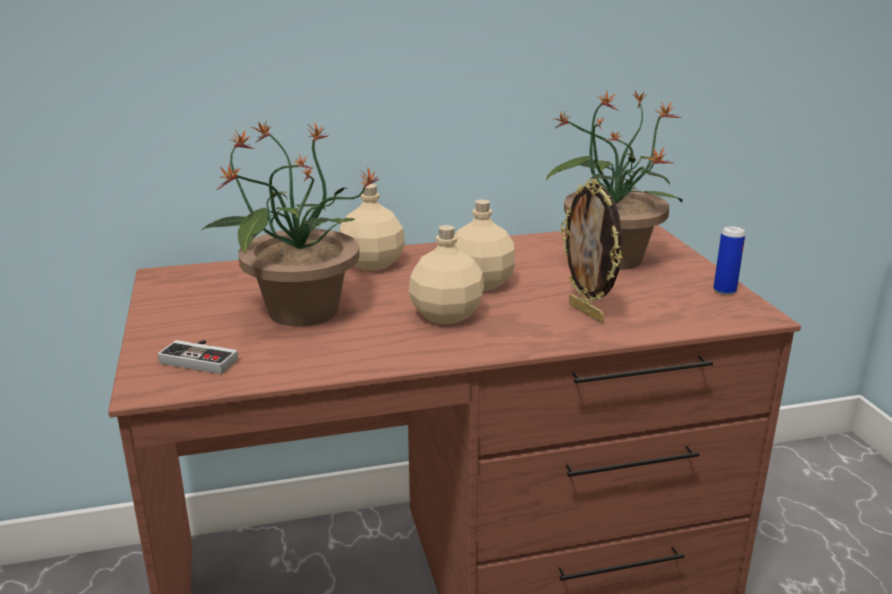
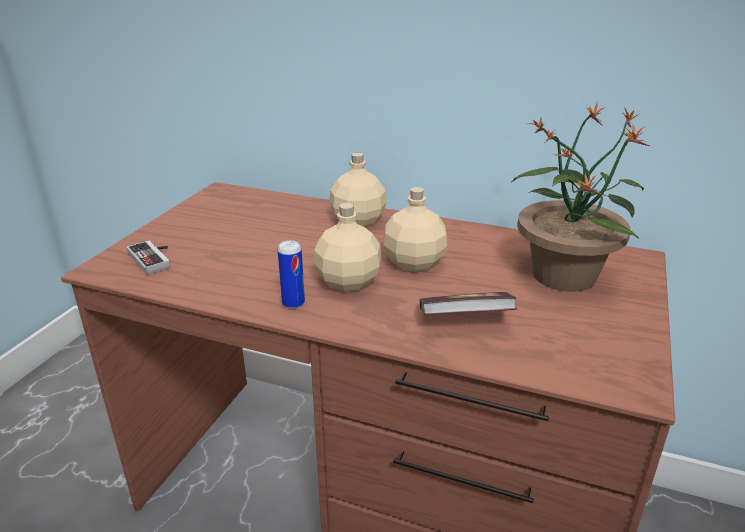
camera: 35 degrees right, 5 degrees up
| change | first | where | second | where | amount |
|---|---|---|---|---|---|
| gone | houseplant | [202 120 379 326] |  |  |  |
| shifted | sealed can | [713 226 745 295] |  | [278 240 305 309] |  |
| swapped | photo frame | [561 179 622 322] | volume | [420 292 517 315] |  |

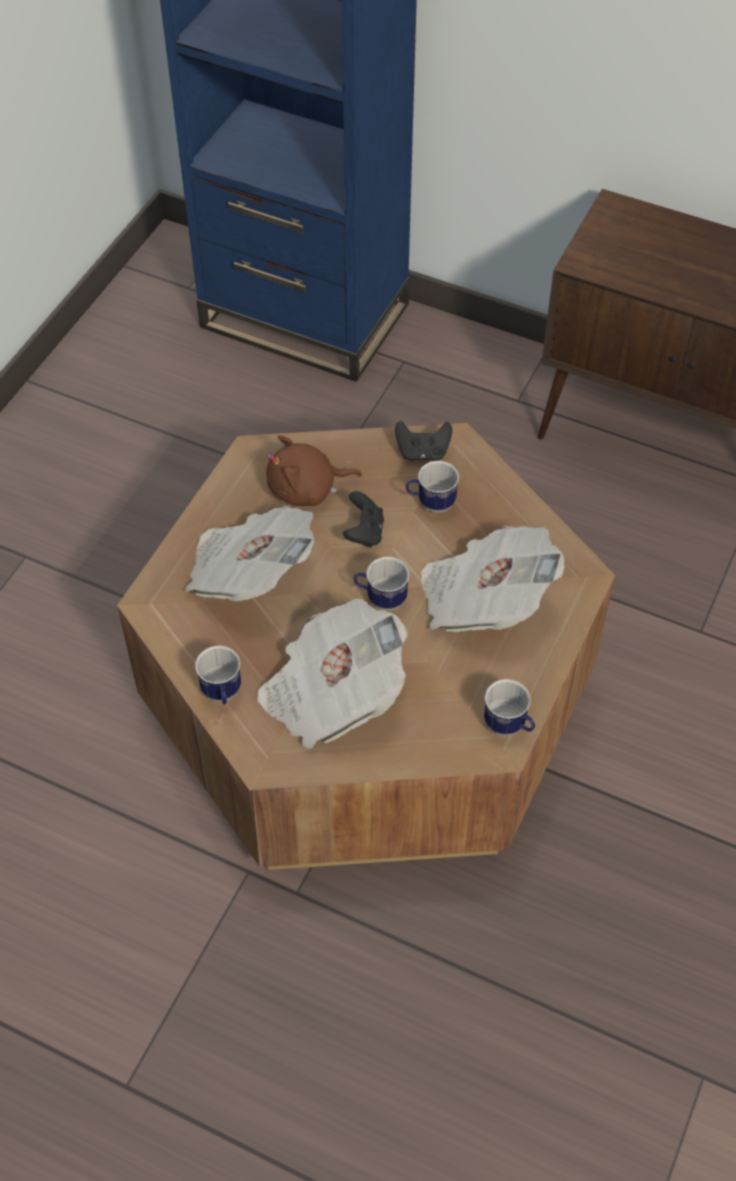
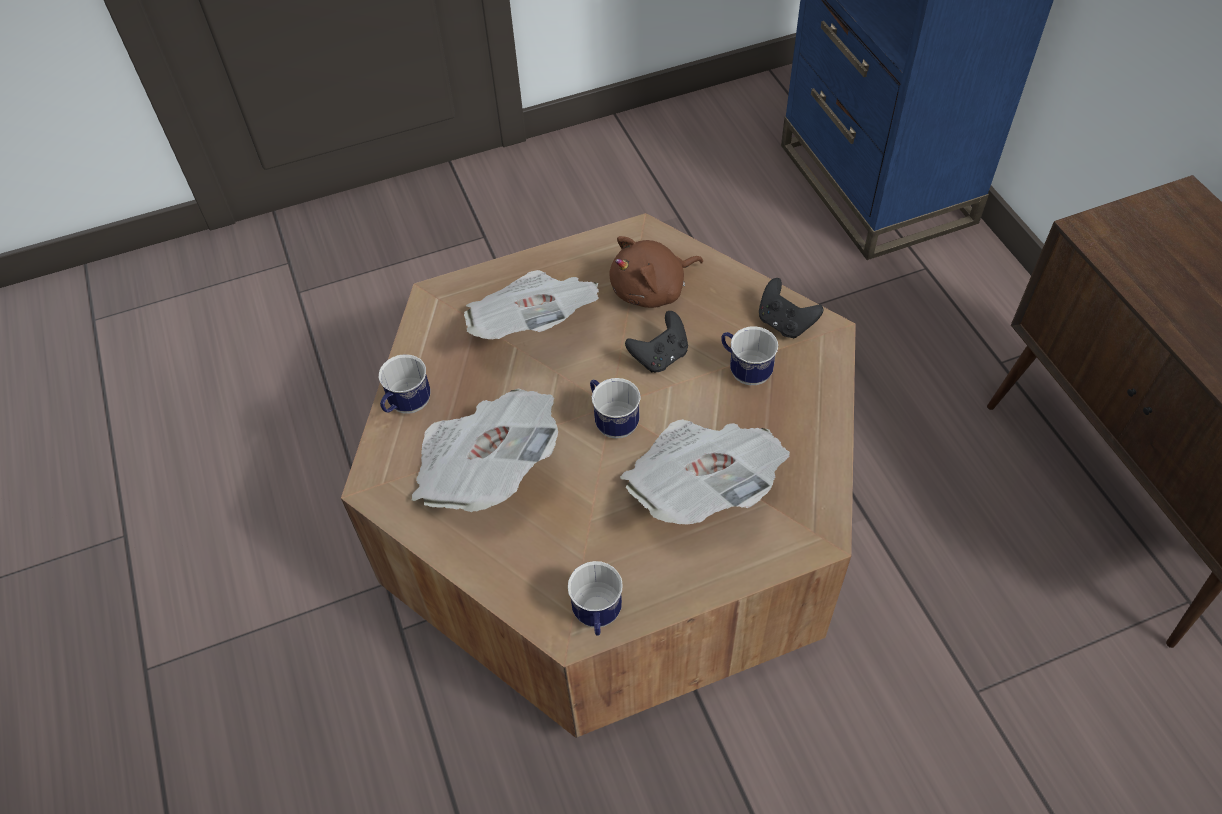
camera: 45 degrees right, 0 degrees up
| change | first | where | second | where | amount |
|---|---|---|---|---|---|
| rotated | cuddly toy/brown-coloured | [266 435 362 506] |  | [610 236 703 308] | 60 degrees counterclockwise |

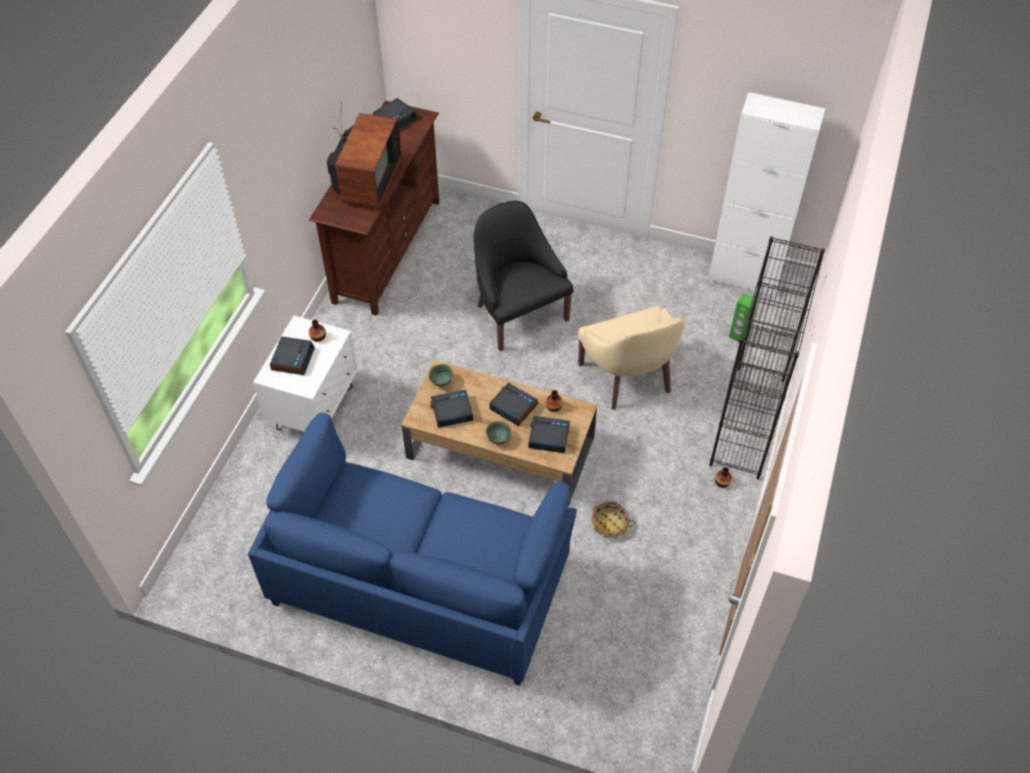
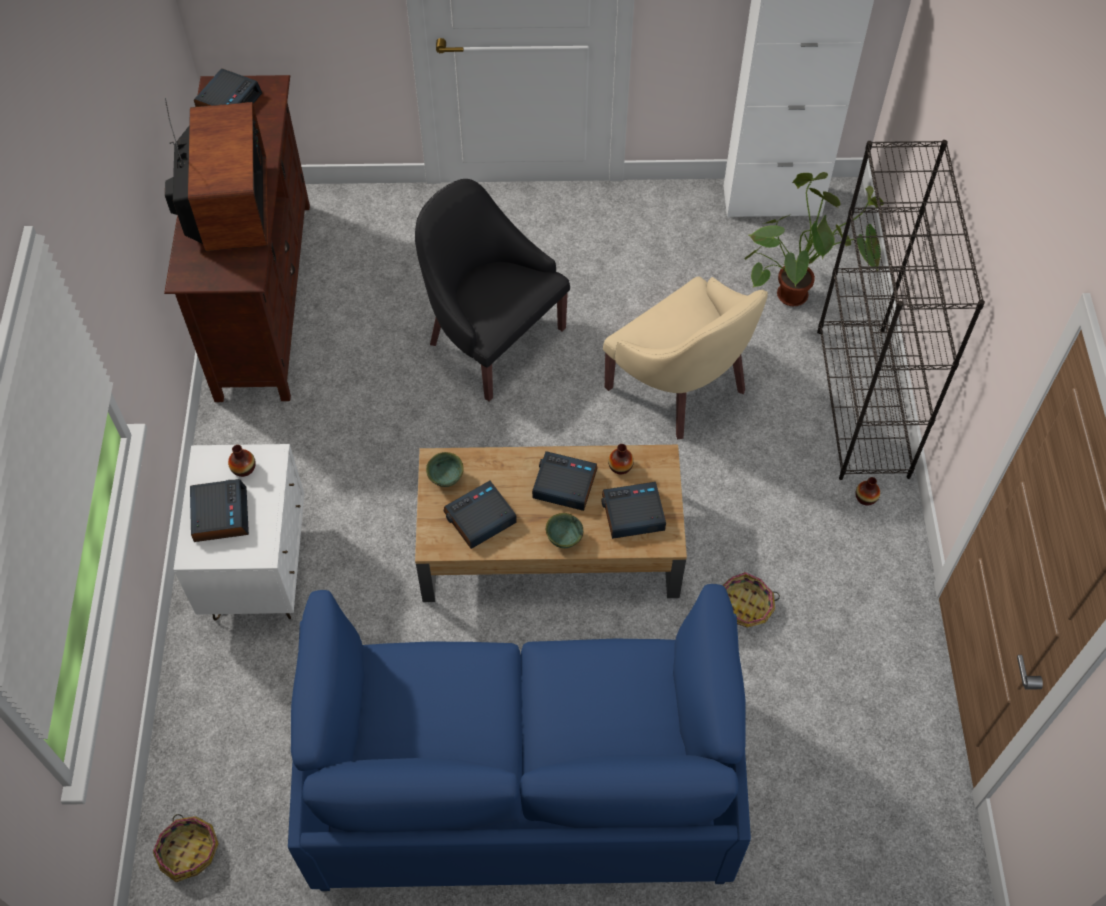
camera: 20 degrees left, 5 degrees up
| change | first | where | second | where | amount |
|---|---|---|---|---|---|
| new |  |  | storage basket | [153 814 219 882] |  |
| swapped | audio speaker/green-coloured | [729 293 755 342] | houseplant | [744 172 884 306] |  |

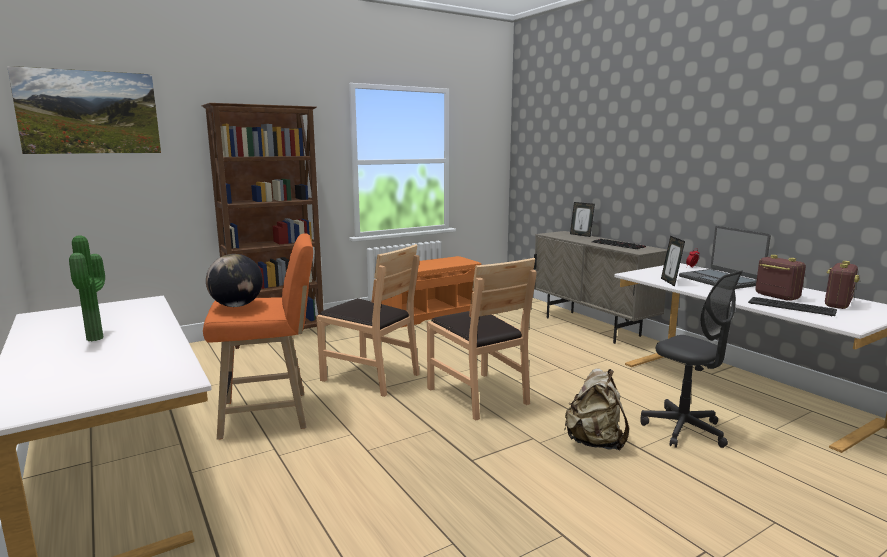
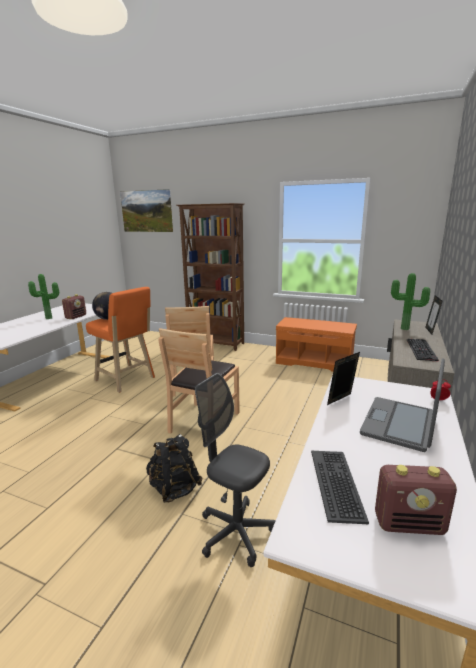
camera: 55 degrees right, 5 degrees up
| change | first | where | second | where | amount |
|---|---|---|---|---|---|
| new |  |  | houseplant | [391 273 430 330] |  |
| shifted | radio set | [755 255 806 301] |  | [62 294 86 319] |  |
| repainted | knapsack/beige-coloured | [564 368 629 451] | knapsack/blackish | [146 434 203 503] |  |
| rotated | office chair/grey | [640 270 743 448] |  | [195 373 276 567] | 105 degrees clockwise |

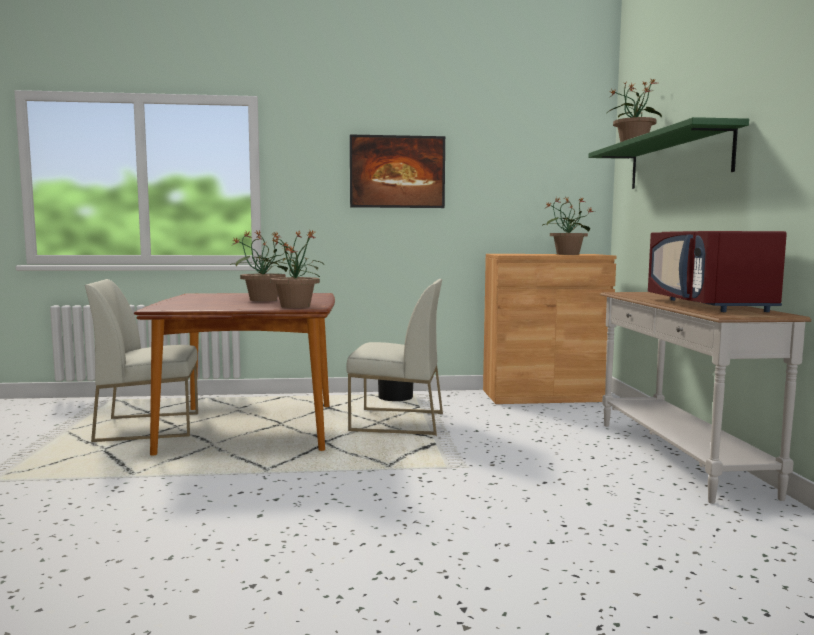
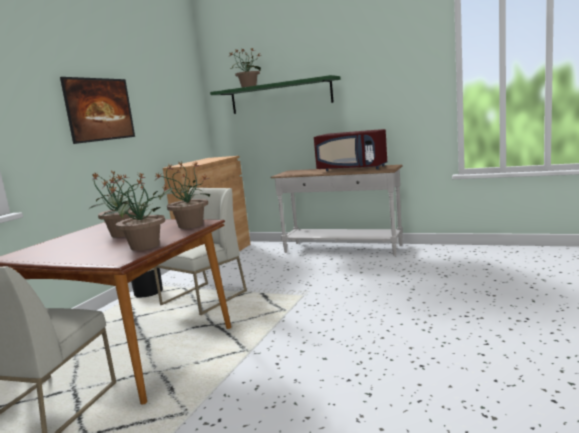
camera: 60 degrees left, 5 degrees up
| change | first | where | second | where | amount |
|---|---|---|---|---|---|
| shifted | houseplant | [543 196 595 255] |  | [102 172 168 251] |  |

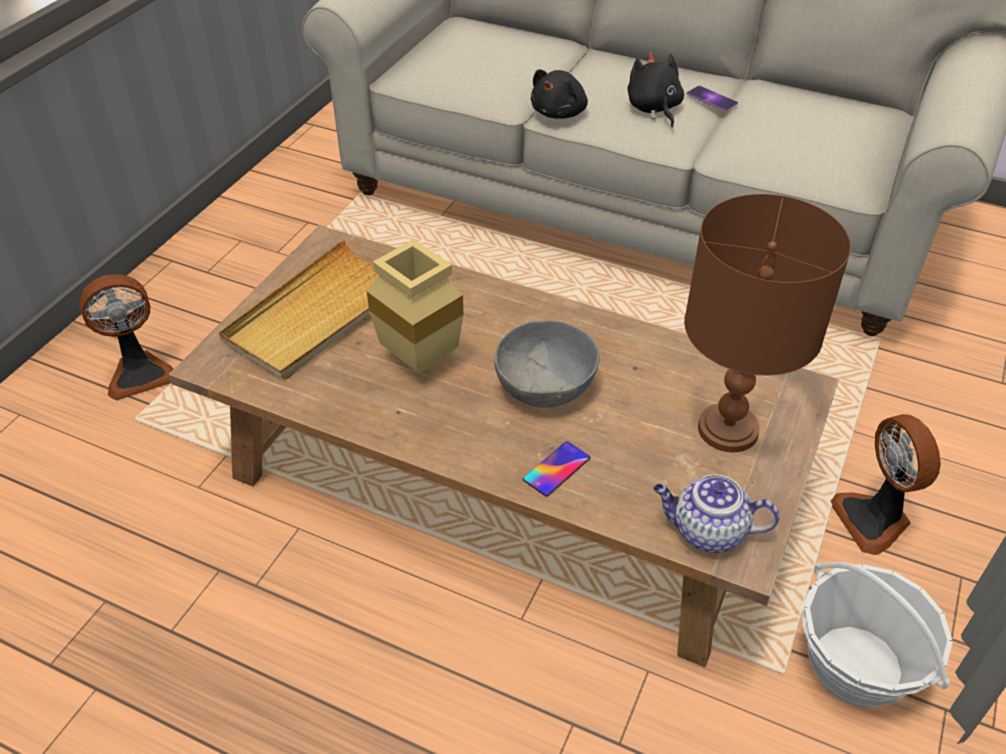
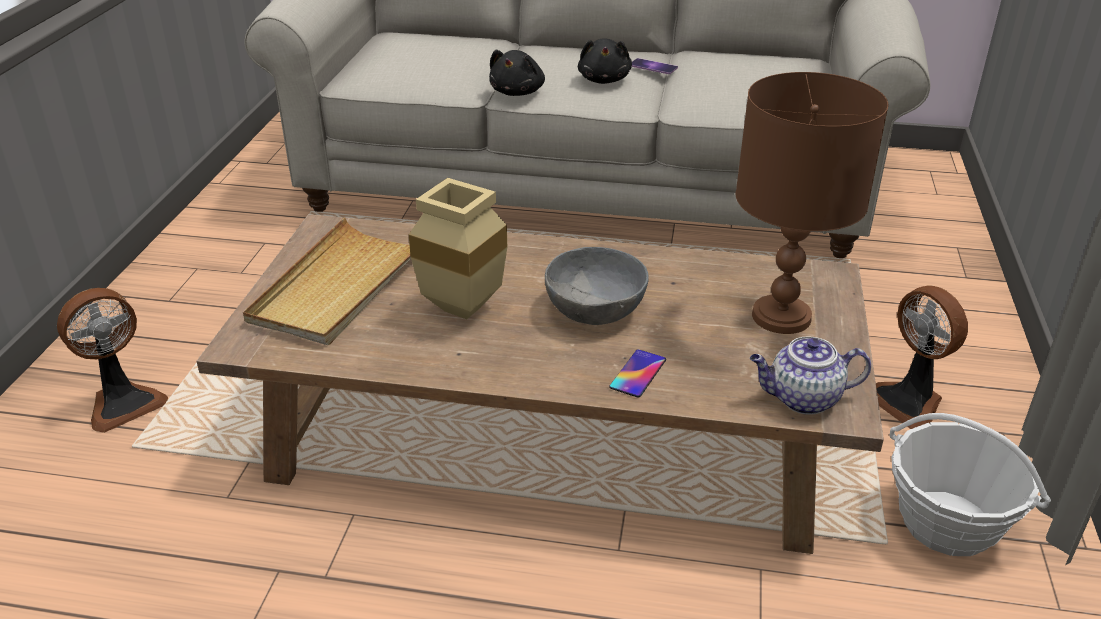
camera: 15 degrees left, 10 degrees down
| change | first | where | second | where | amount |
|---|---|---|---|---|---|
| rotated | cuddly toy/blackish | [628 53 684 127] |  | [578 38 632 84] | 150 degrees counterclockwise |

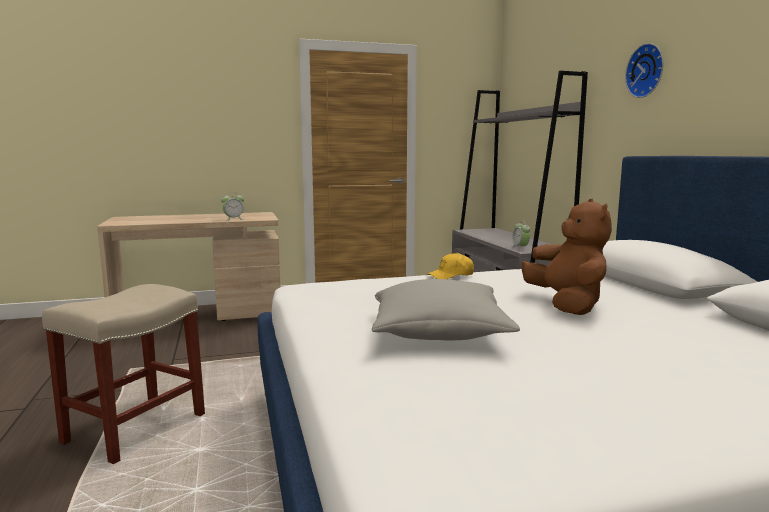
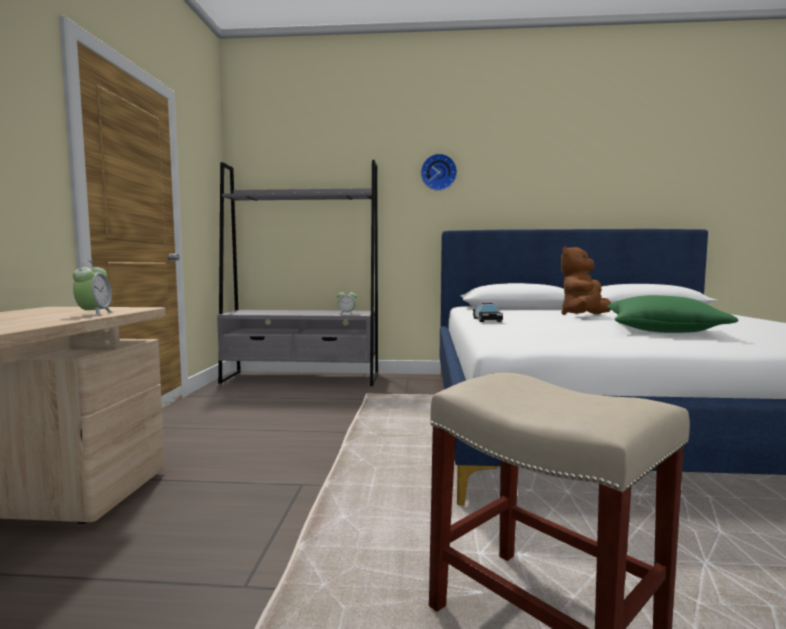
camera: 70 degrees left, 5 degrees down
| change | first | where | second | where | amount |
|---|---|---|---|---|---|
| swapped | baseball cap/yellow | [427 253 474 279] | toy car | [473 303 503 322] |  |
| repainted | pillow/grey | [372 279 520 340] | pillow/green-coloured | [607 295 739 333] |  |
| rotated | cuddly toy/brown-coloured | [521 198 612 315] |  | [561 246 611 315] | 60 degrees counterclockwise |

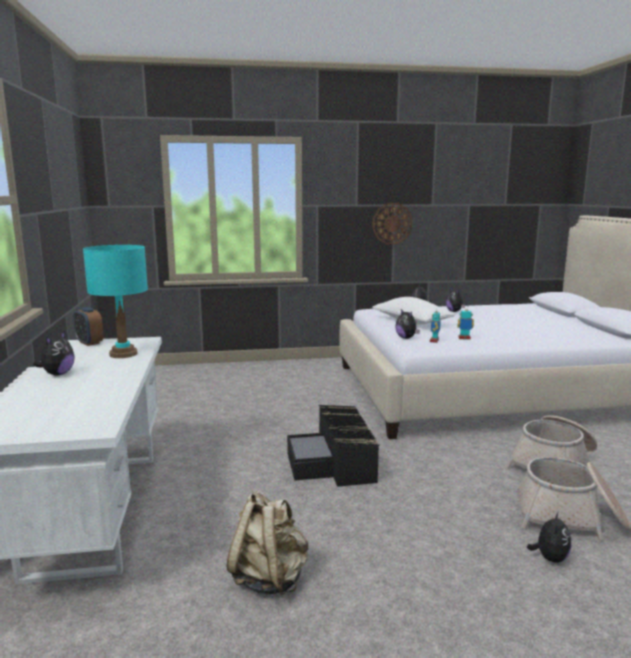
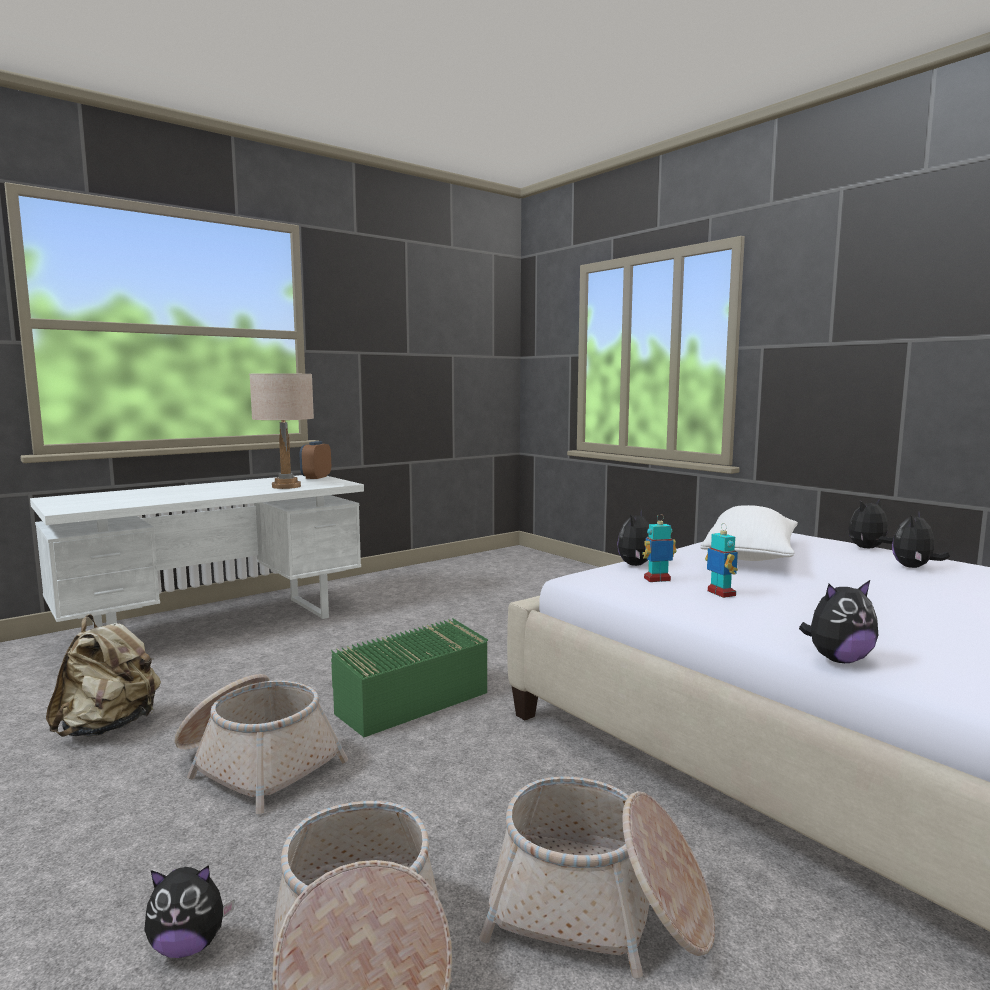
camera: 60 degrees right, 5 degrees down
| change | first | where | second | where | amount |
|---|---|---|---|---|---|
| gone | hanging clock | [373 203 413 244] |  |  |  |
| new |  |  | storage basket | [175 674 348 814] |  |
| shifted | cuddly toy | [33 330 75 376] |  | [799 580 878 663] |  |
| repainted | tabletop lamp/turquoise-coloured | [83 245 148 358] | tabletop lamp/beige-coloured | [249 373 314 489] |  |
| repainted | storage box/blackish | [287 405 380 487] | storage box/green-coloured | [331 618 488 737] |  |

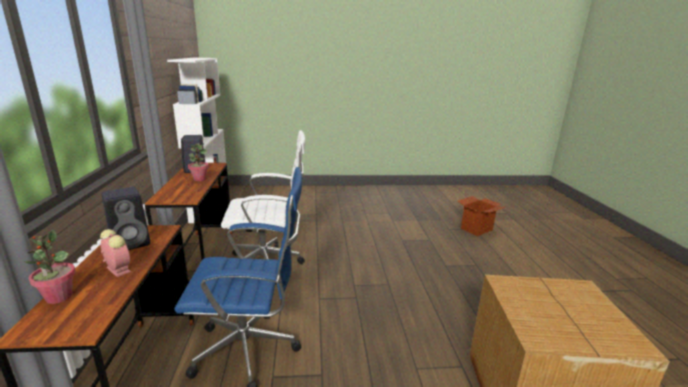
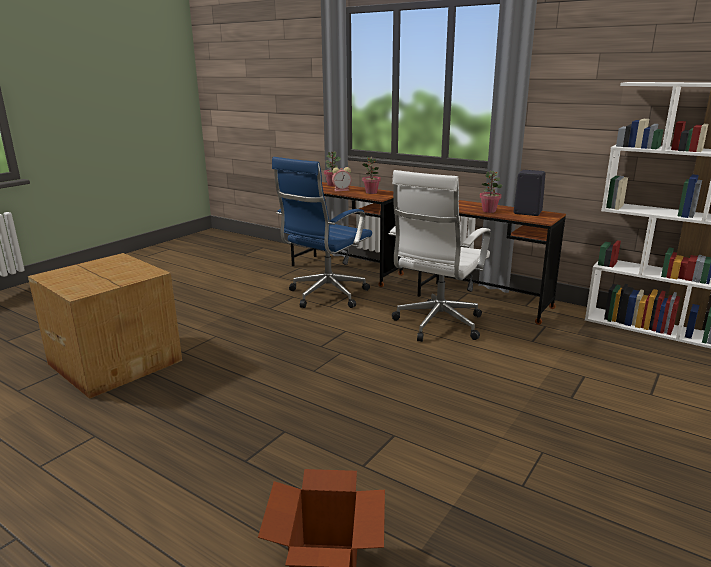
camera: 130 degrees right, 0 degrees up
| change | first | where | second | where | amount |
|---|---|---|---|---|---|
| swapped | audio speaker/blackish | [102 187 150 250] | houseplant | [362 157 381 194] |  |

